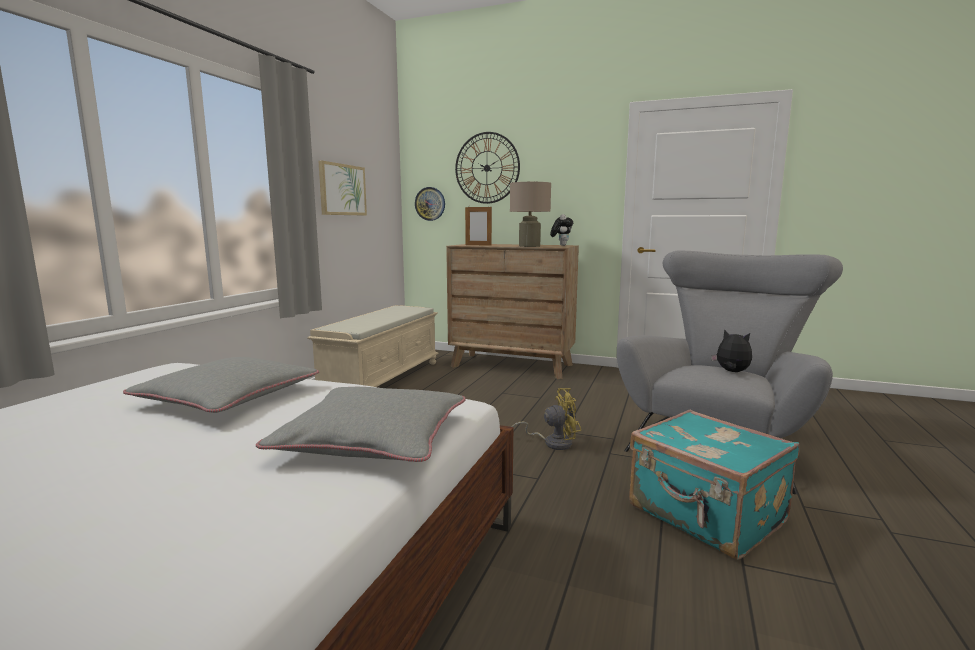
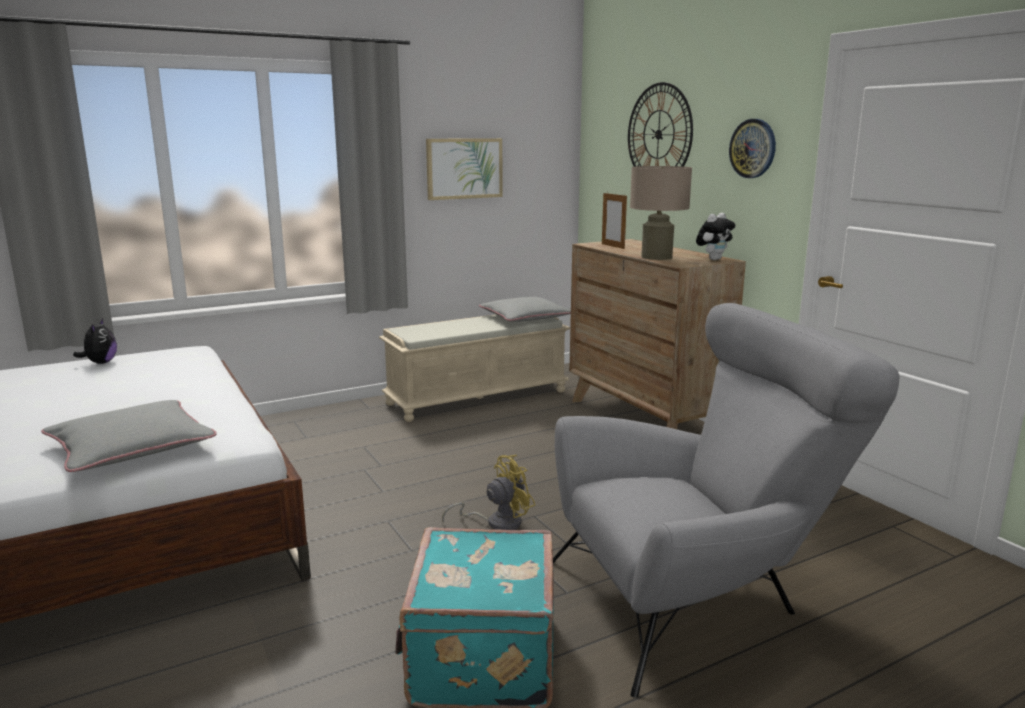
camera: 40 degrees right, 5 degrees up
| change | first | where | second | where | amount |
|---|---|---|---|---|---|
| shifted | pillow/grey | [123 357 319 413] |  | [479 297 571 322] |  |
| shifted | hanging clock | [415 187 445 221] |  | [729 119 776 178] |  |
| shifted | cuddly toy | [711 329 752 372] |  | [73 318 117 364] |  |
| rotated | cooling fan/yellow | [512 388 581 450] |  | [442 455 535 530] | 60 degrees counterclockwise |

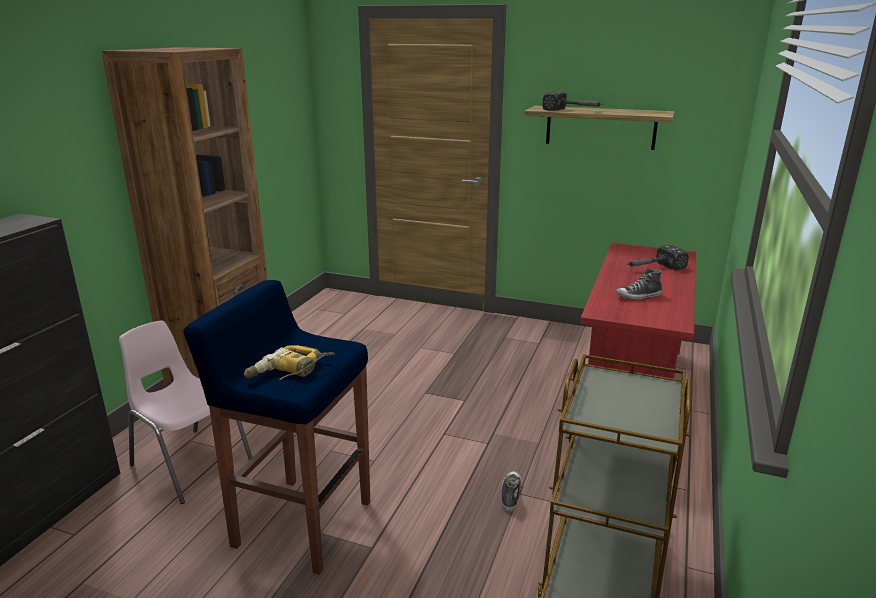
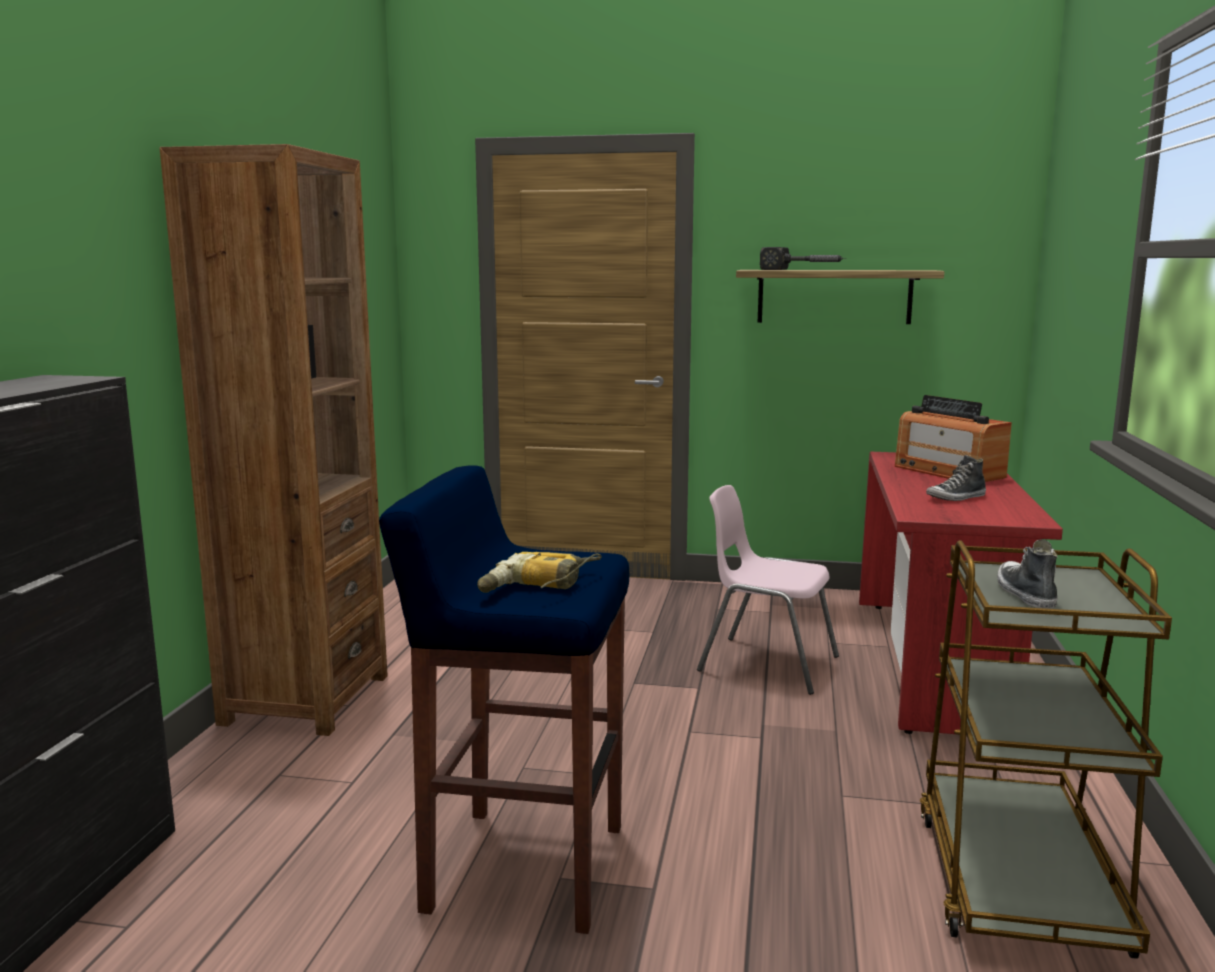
camera: 10 degrees left, 10 degrees down
| change | first | where | second | where | amount |
|---|---|---|---|---|---|
| shifted | plain chair/pinkish | [119 321 253 504] |  | [697 485 839 695] |  |
| shifted | low shoe | [501 471 522 511] |  | [997 539 1058 609] |  |
| swapped | hand hammer | [627 245 689 270] | radio set | [895 395 1012 482] |  |

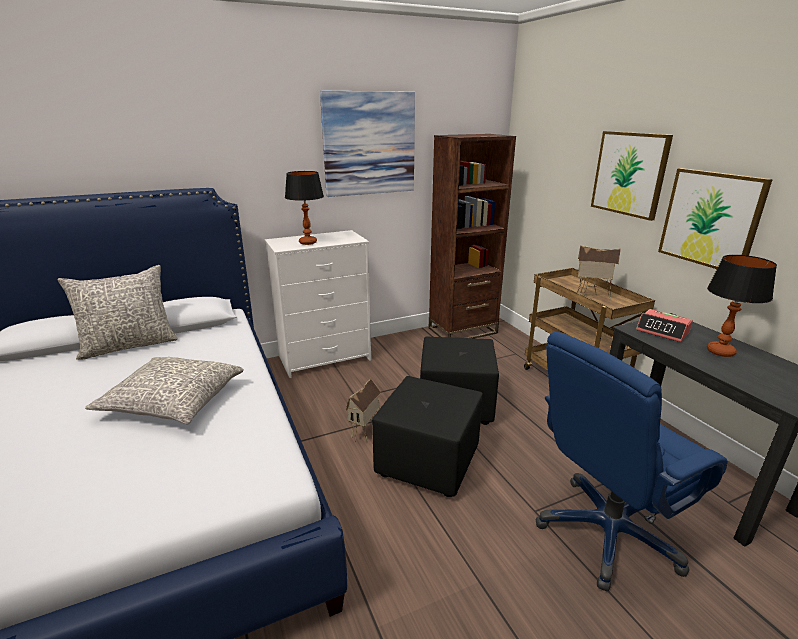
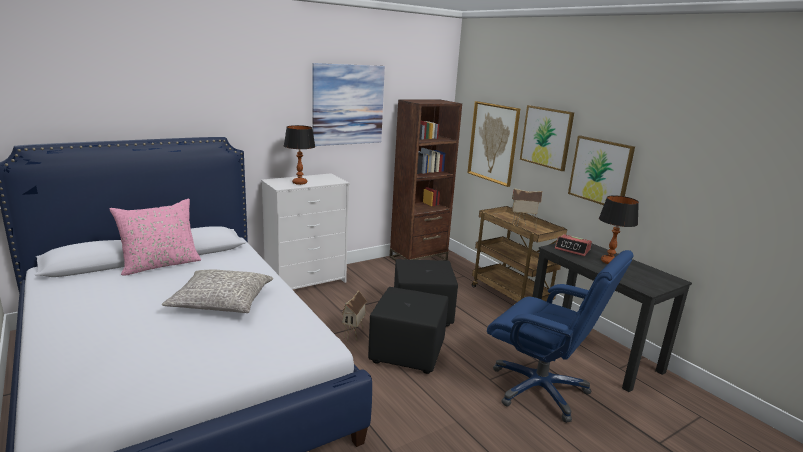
camera: 10 degrees left, 5 degrees down
| change | first | where | second | where | amount |
|---|---|---|---|---|---|
| new |  |  | picture | [468 101 520 187] |  |
| repainted | pillow/grey | [57 265 178 360] | pillow/pinkish | [109 199 201 275] |  |
| rotated | office chair/blue-coloured | [536 332 728 591] |  | [487 250 634 423] | 105 degrees counterclockwise |

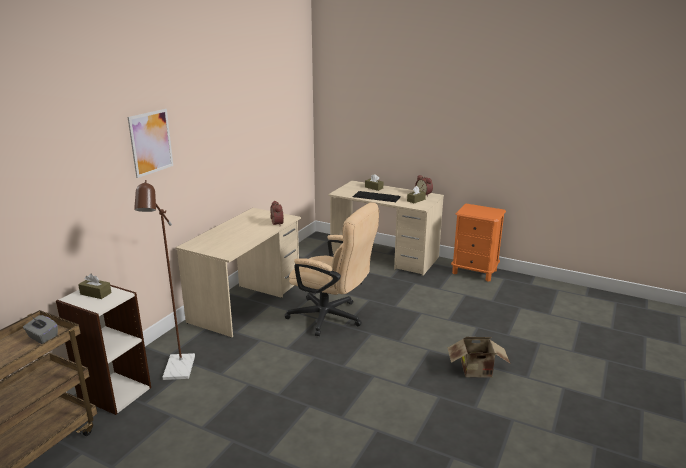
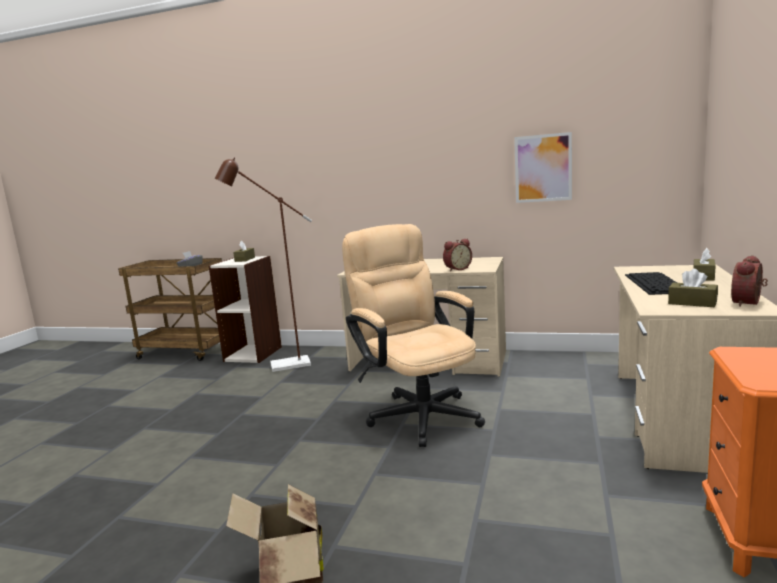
camera: 80 degrees right, 10 degrees down
| change | first | where | second | where | amount |
|---|---|---|---|---|---|
| shifted | picture | [128 109 173 178] |  | [514 132 572 203] |  |
| rotated | office chair/beige-coloured | [285 202 379 336] |  | [342 224 485 447] | 135 degrees clockwise |

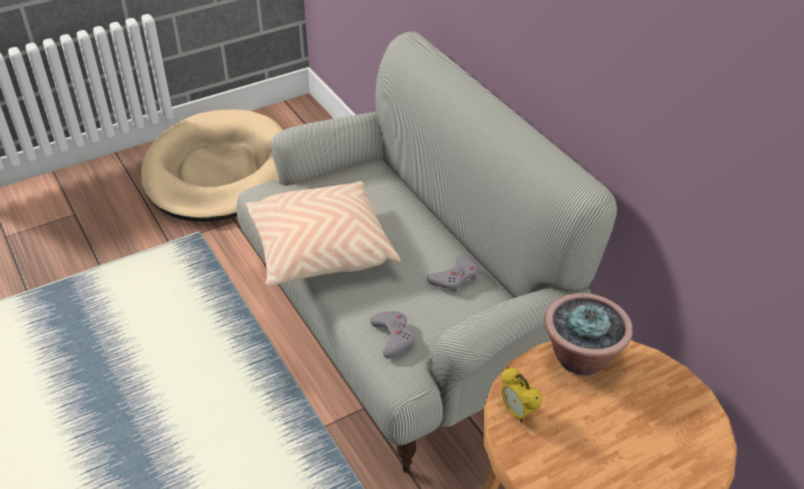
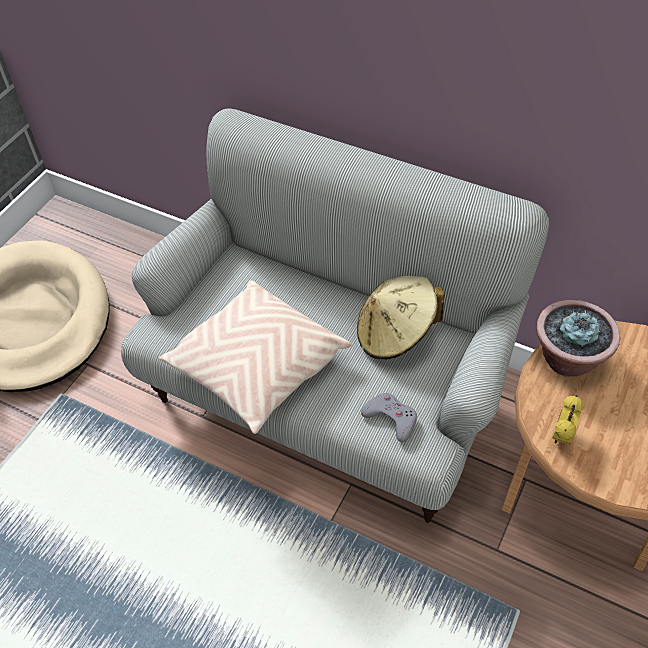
camera: 30 degrees left, 10 degrees up
| change | first | where | second | where | amount |
|---|---|---|---|---|---|
| swapped | gamepad/grey | [427 255 478 292] | wearable hat/beige-coloured | [357 276 444 359] |  |
| rotated | table clock | [501 367 542 422] |  | [552 395 584 445] | 90 degrees clockwise |

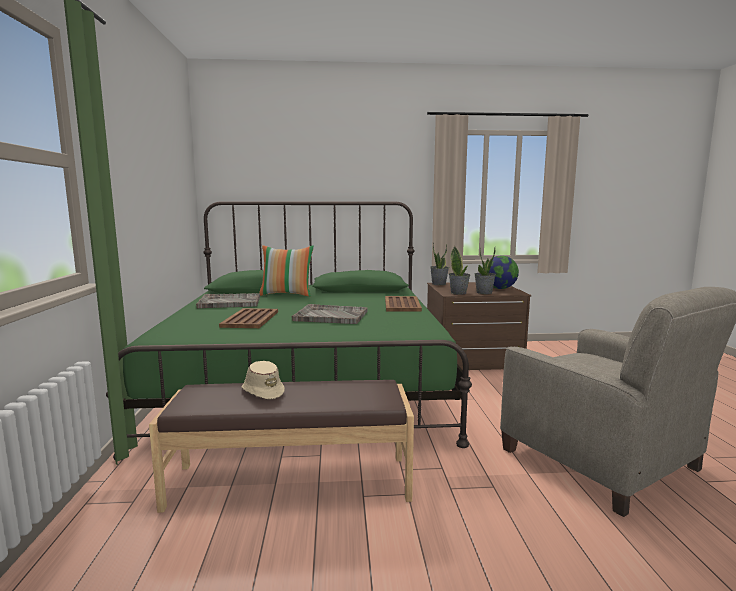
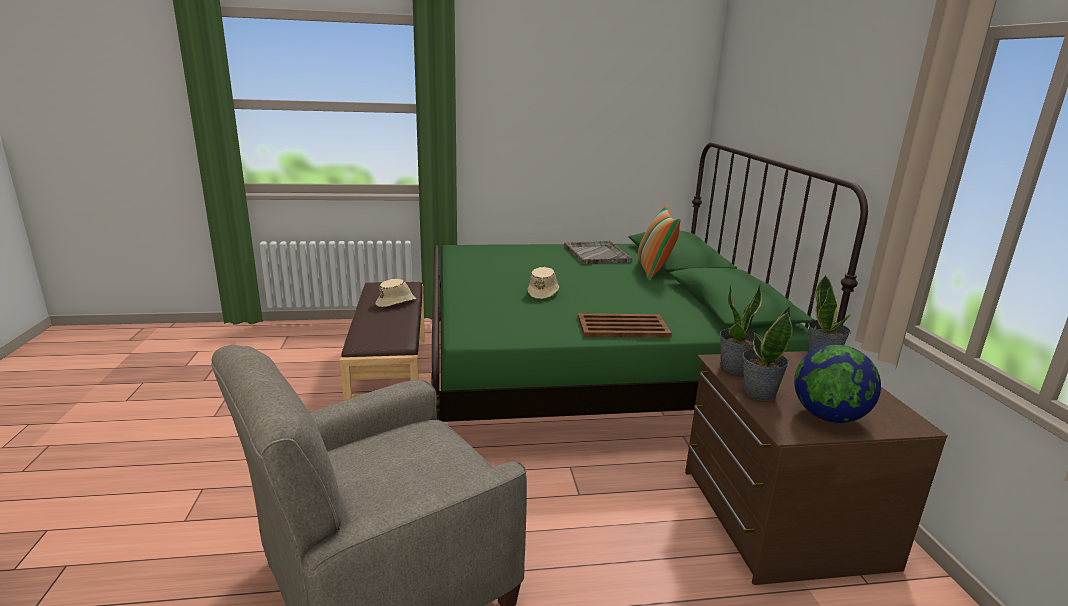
camera: 85 degrees right, 10 degrees up
| change | first | where | second | where | amount |
|---|---|---|---|---|---|
| gone | tray/brown-coloured | [219 308 278 328] |  |  |  |
| swapped | tray/grey | [292 304 368 324] | wearable hat/beige-coloured | [528 267 559 299] |  |

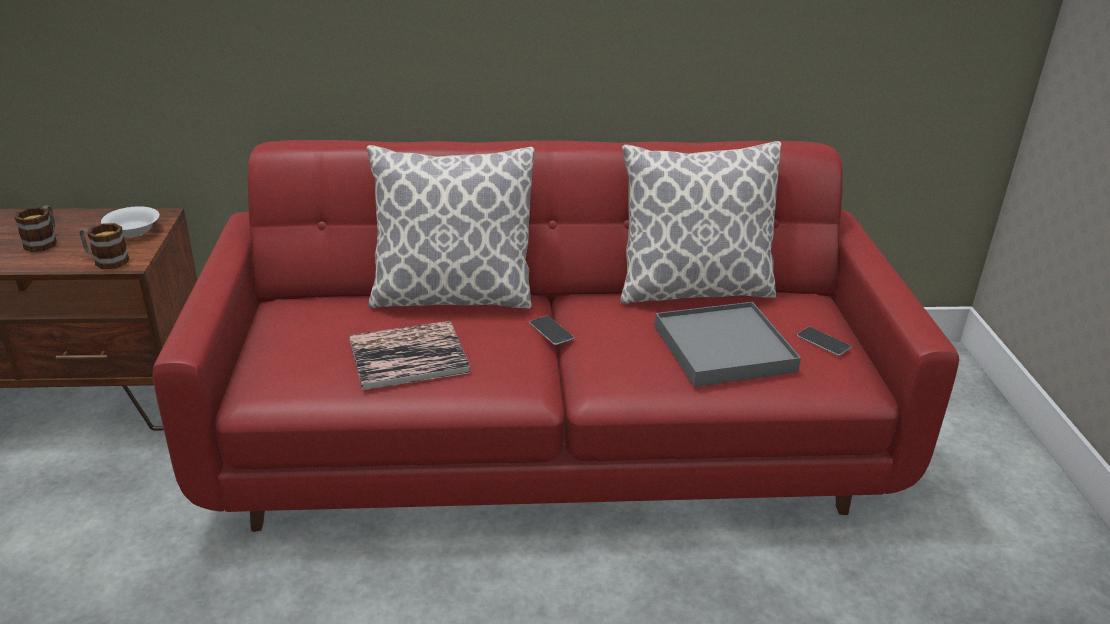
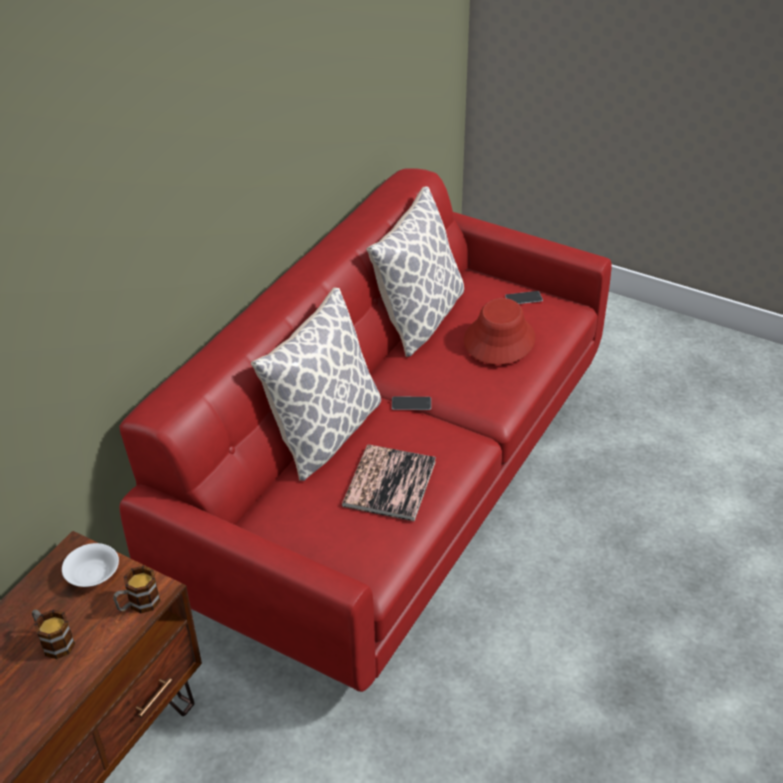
camera: 55 degrees left, 10 degrees up
| change | first | where | second | where | amount |
|---|---|---|---|---|---|
| swapped | tray/grey | [655 302 801 387] | wearable hat/red-coloured | [464 298 535 365] |  |

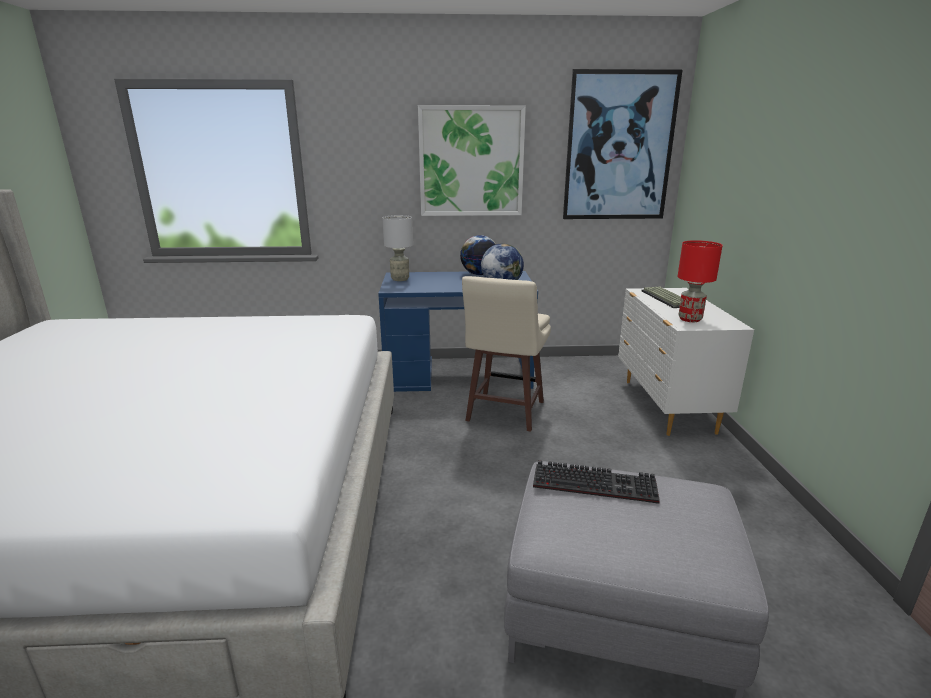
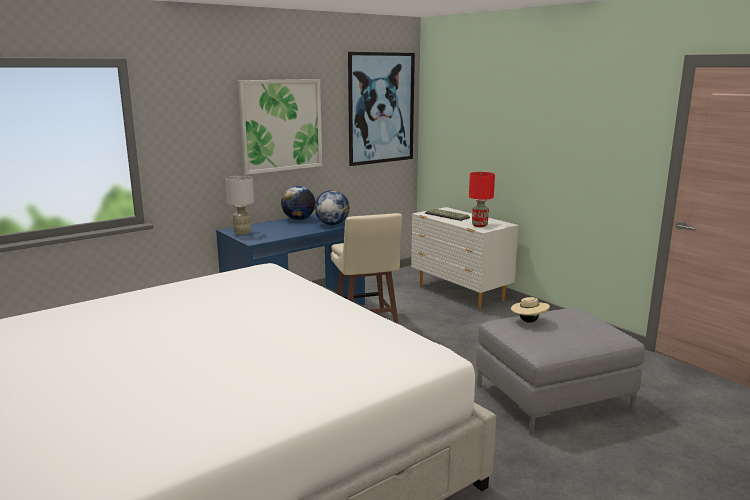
camera: 35 degrees left, 5 degrees down
| change | first | where | second | where | amount |
|---|---|---|---|---|---|
| swapped | keyboard | [533 460 660 504] | wearable hat/beige-coloured | [511 297 550 323] |  |

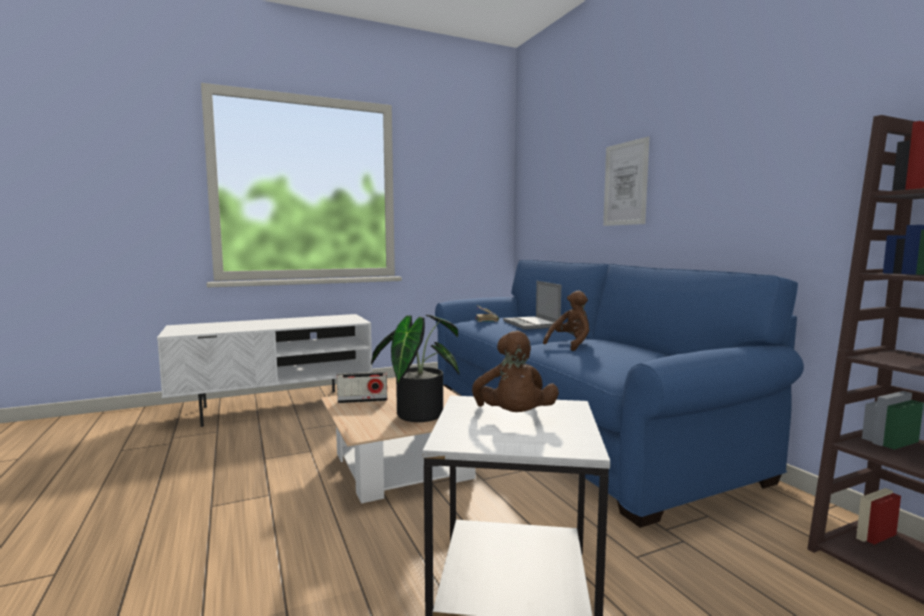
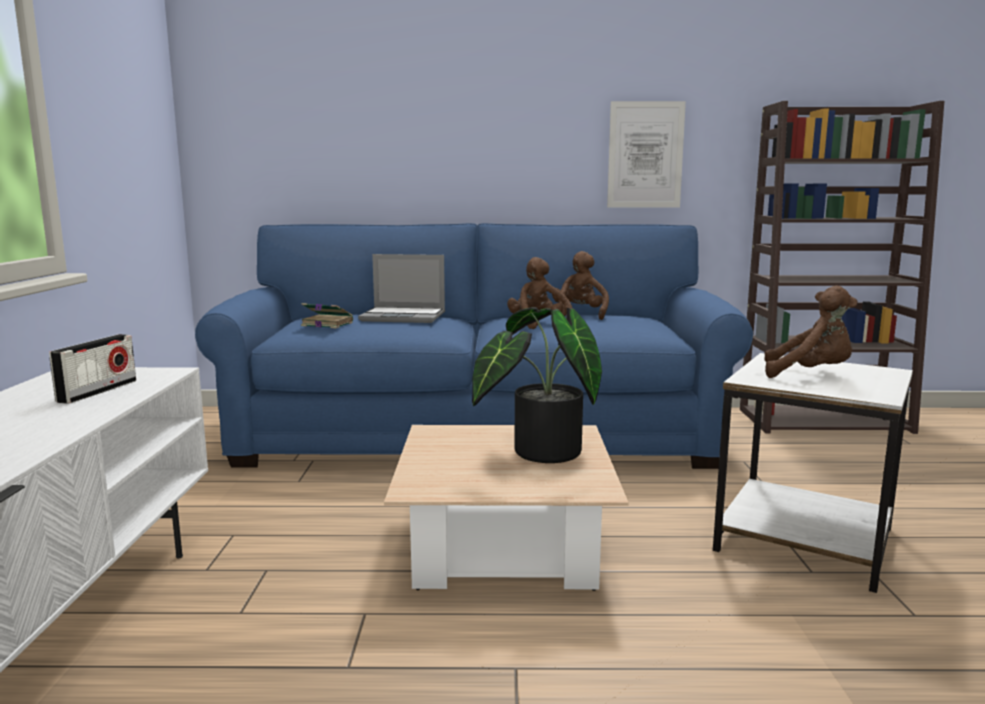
camera: 65 degrees left, 5 degrees up
| change | first | where | second | where | amount |
|---|---|---|---|---|---|
| new |  |  | cuddly toy/brown-coloured | [552 251 609 320] |  |
| shifted | radio set | [337 372 387 403] |  | [49 334 136 404] |  |
| shifted | picture | [603 137 649 226] |  | [607 101 686 208] |  |

